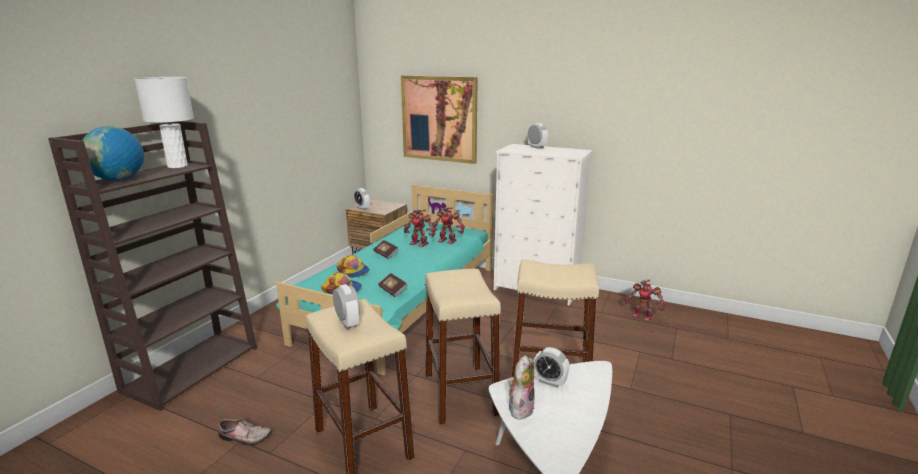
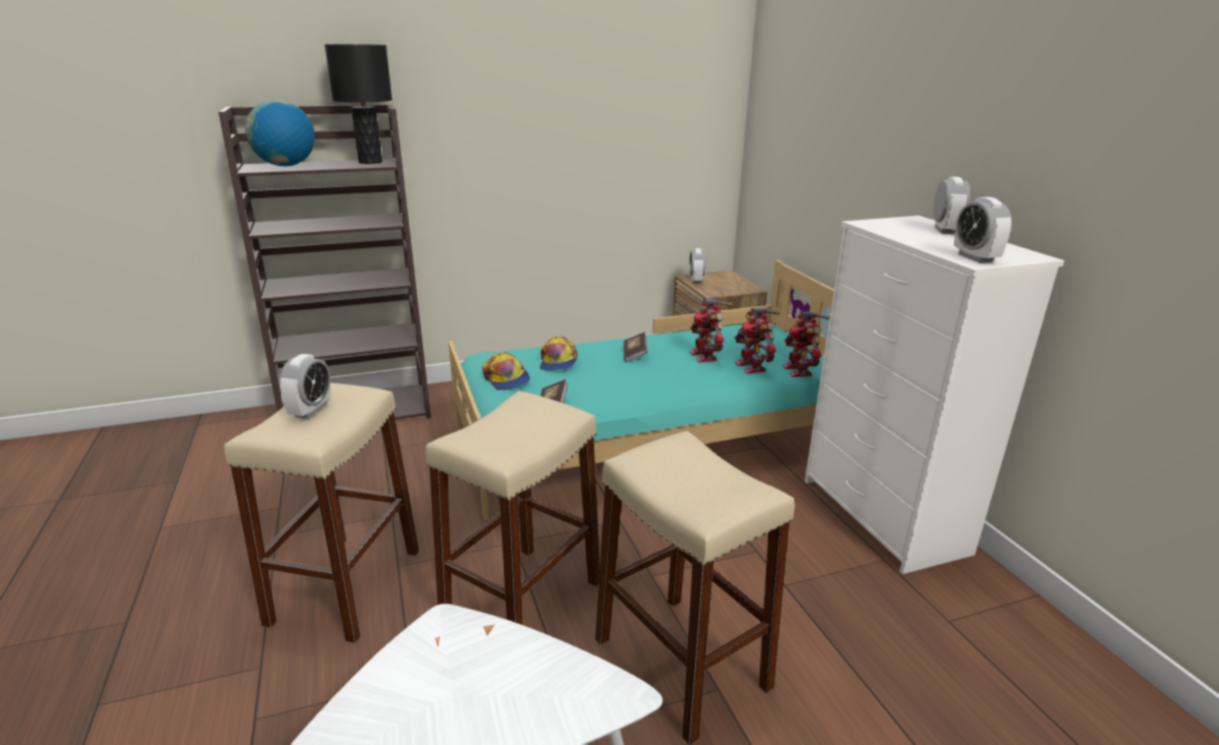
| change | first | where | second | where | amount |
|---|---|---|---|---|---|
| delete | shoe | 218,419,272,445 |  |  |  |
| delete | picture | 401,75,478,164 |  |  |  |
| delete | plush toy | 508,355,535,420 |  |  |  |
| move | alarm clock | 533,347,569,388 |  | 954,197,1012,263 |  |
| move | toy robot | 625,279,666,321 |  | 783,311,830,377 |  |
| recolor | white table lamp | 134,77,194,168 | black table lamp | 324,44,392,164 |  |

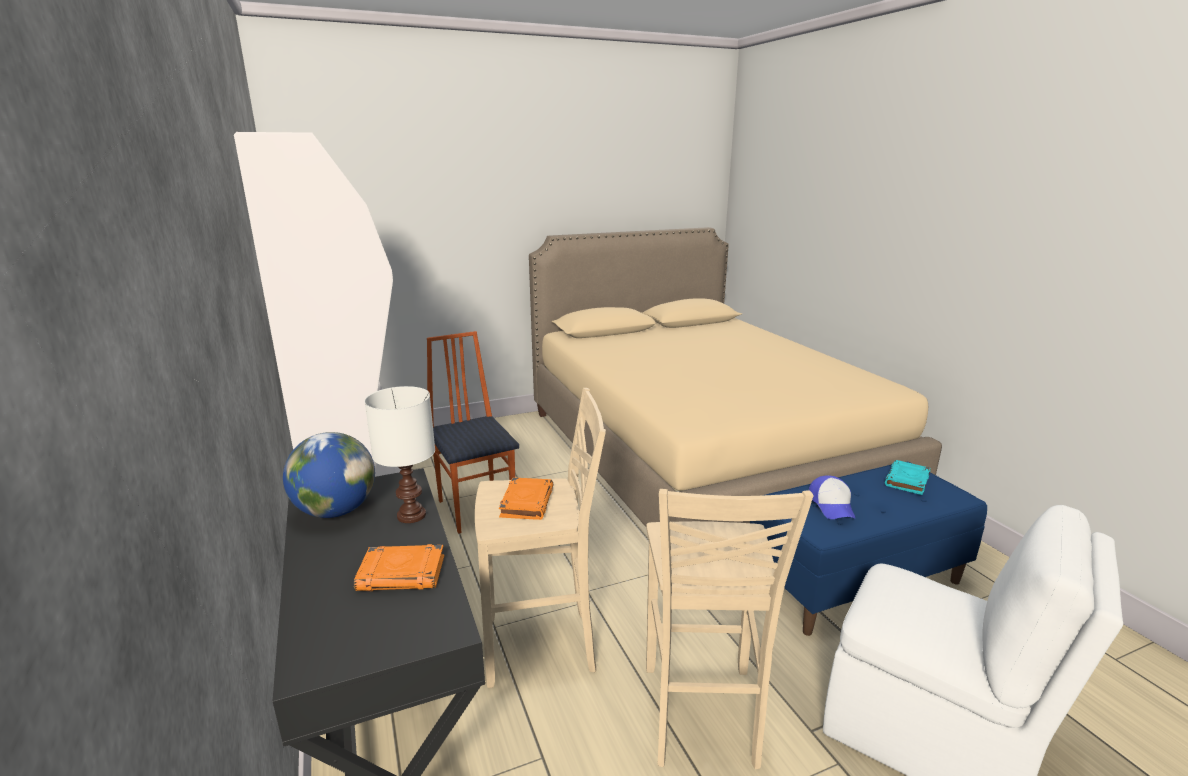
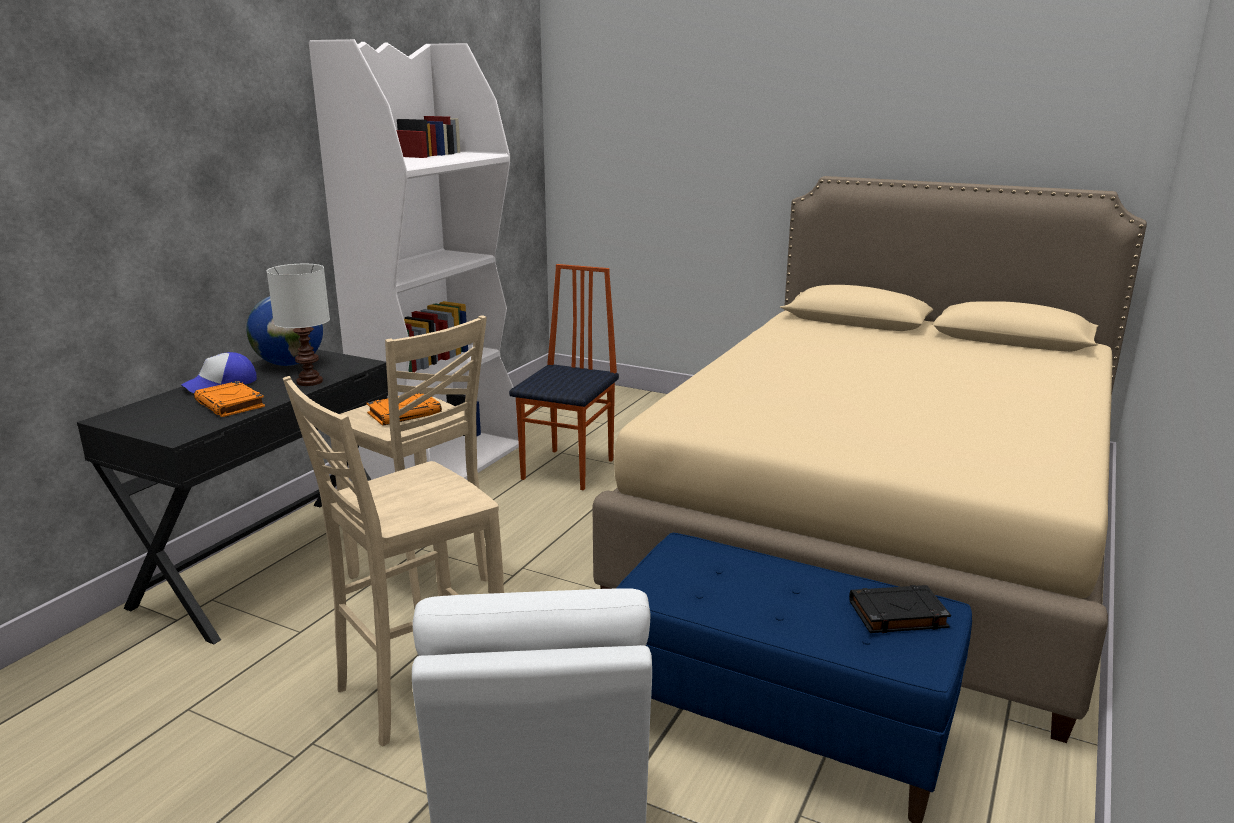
| change | first | where | second | where | amount |
|---|---|---|---|---|---|
| move | cap | 809,475,855,519 |  | 181,352,257,393 |  |
| recolor | turquoise book | 885,460,930,495 | black book | 849,585,951,633 |  |

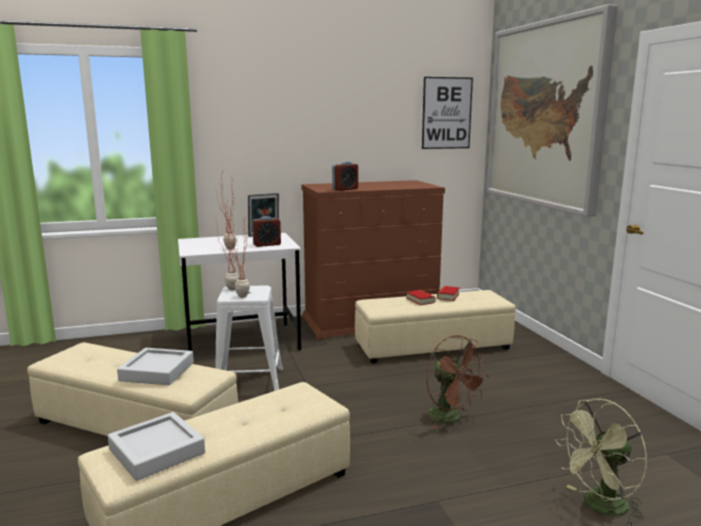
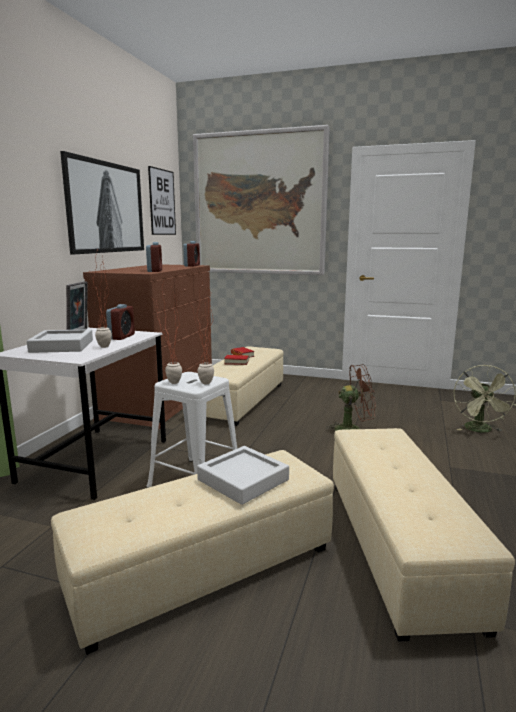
| change | first | where | second | where | amount |
|---|---|---|---|---|---|
| insert |  |  | picture | 60,151,144,255 |  |
| insert |  |  | alarm clock | 183,241,200,267 |  |
| move | grey tray | 108,412,205,481 |  | 27,329,93,353 |  |

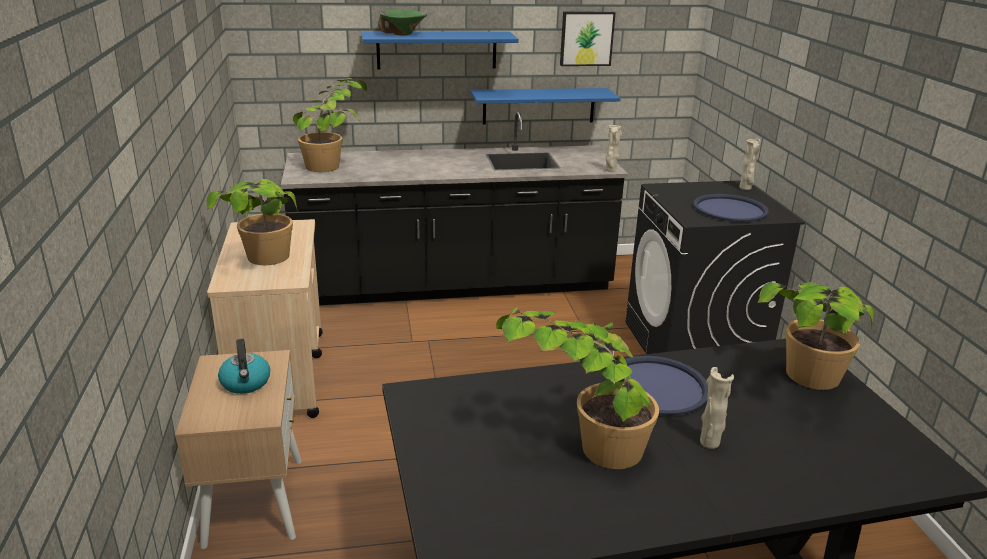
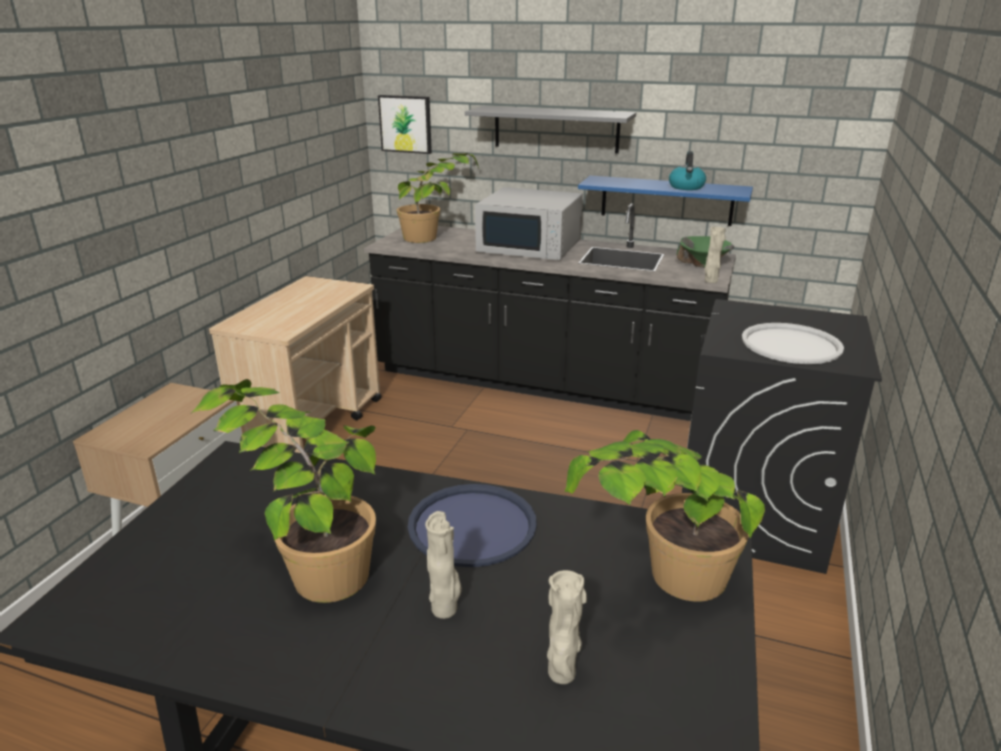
| change | first | where | second | where | amount |
|---|---|---|---|---|---|
| delete | potted plant | 207,179,298,265 |  |  |  |
| insert |  |  | white microwave | 475,187,583,260 |  |
| move | kettle | 218,339,270,394 |  | 669,151,706,190 |  |
| move | green bowl | 378,10,427,35 |  | 677,236,734,267 |  |
| move | picture | 560,12,616,66 |  | 378,95,432,154 |  |
| move | beige vase | 739,139,760,190 |  | 547,570,587,684 |  |
| recolor | blue shelf | 362,31,519,69 | grey shelf | 465,106,636,154 |  |
| recolor | blue tray | 694,194,769,222 | white tray | 742,323,844,364 |  |

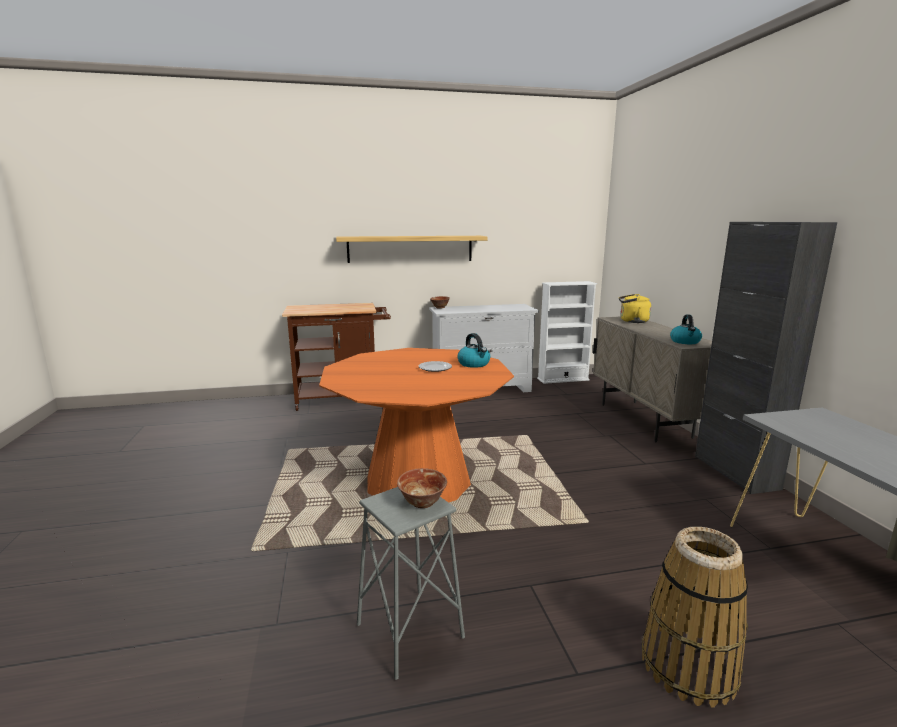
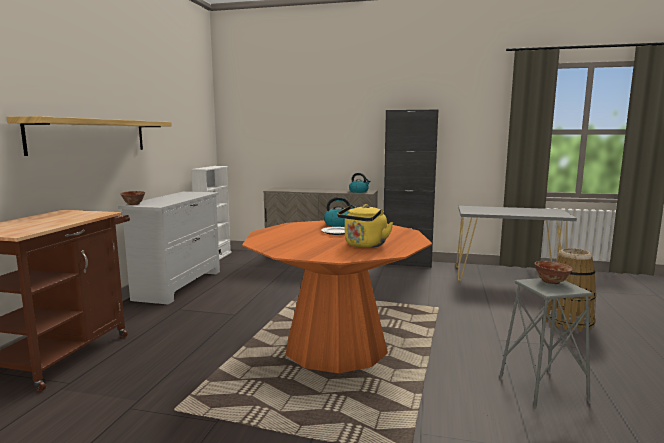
| change | first | where | second | where | amount |
|---|---|---|---|---|---|
| move | yellow kettle | 619,294,651,323 |  | 337,204,394,248 |  |

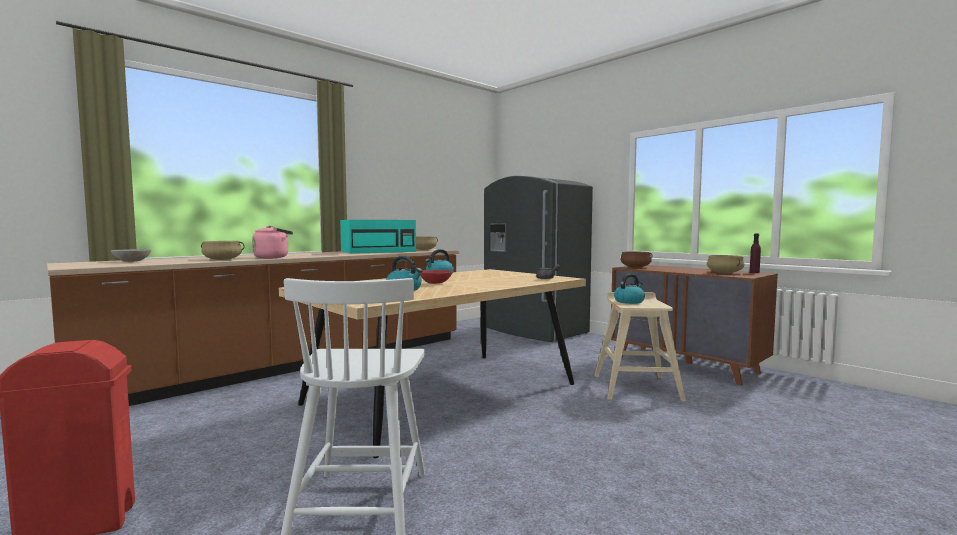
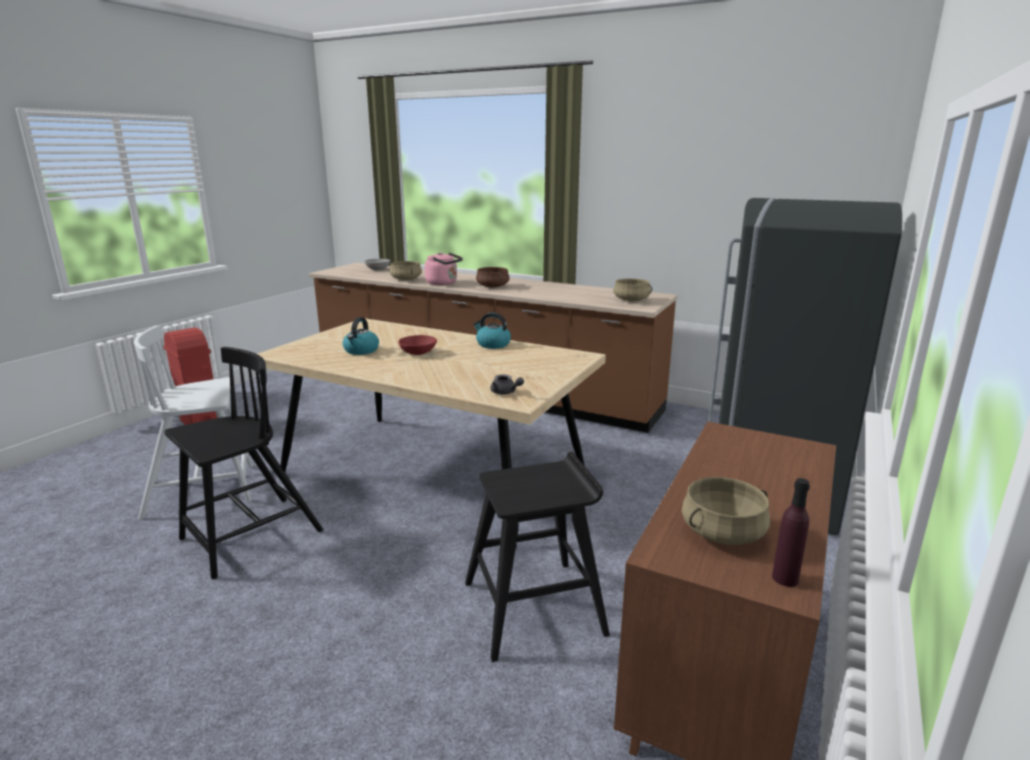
| change | first | where | second | where | amount |
|---|---|---|---|---|---|
| delete | turquoise microwave | 340,220,416,254 |  |  |  |
| delete | kettle | 614,274,645,304 |  |  |  |
| insert |  |  | black chair | 164,347,323,579 |  |
| move | brown cooking pot | 621,251,653,268 |  | 476,267,510,287 |  |
| recolor | beige stool | 594,292,686,401 | black stool | 465,451,610,662 |  |

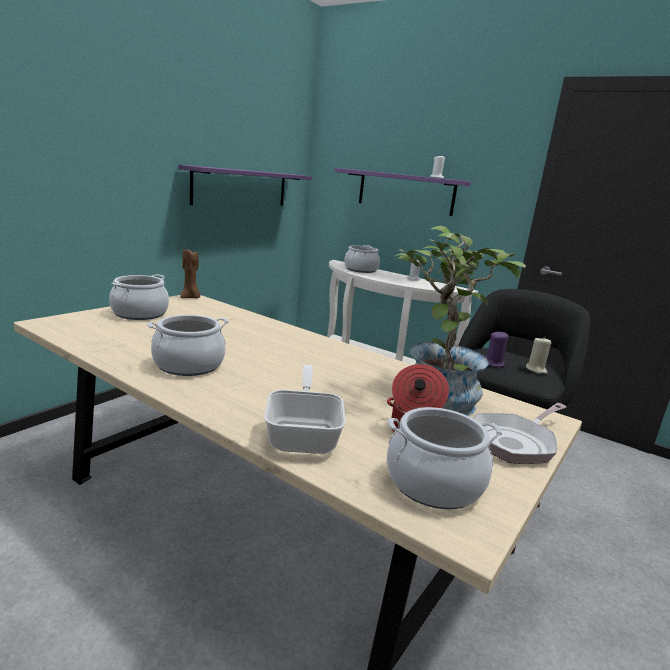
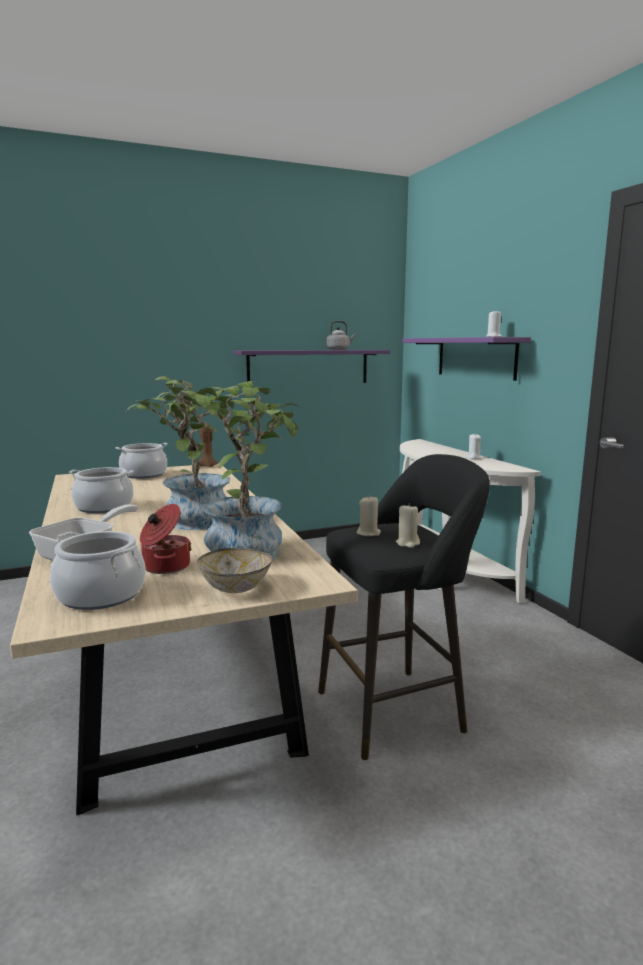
| change | first | where | second | where | amount |
|---|---|---|---|---|---|
| delete | cooking pot | 344,245,380,273 |  |  |  |
| insert |  |  | potted plant | 126,376,238,530 |  |
| insert |  |  | grey kettle | 327,321,356,350 |  |
| replace | frying pan | 473,403,567,464 | bowl | 197,548,272,593 |  |
| recolor | purple candle | 485,331,508,367 | beige candle | 357,495,381,536 |  |

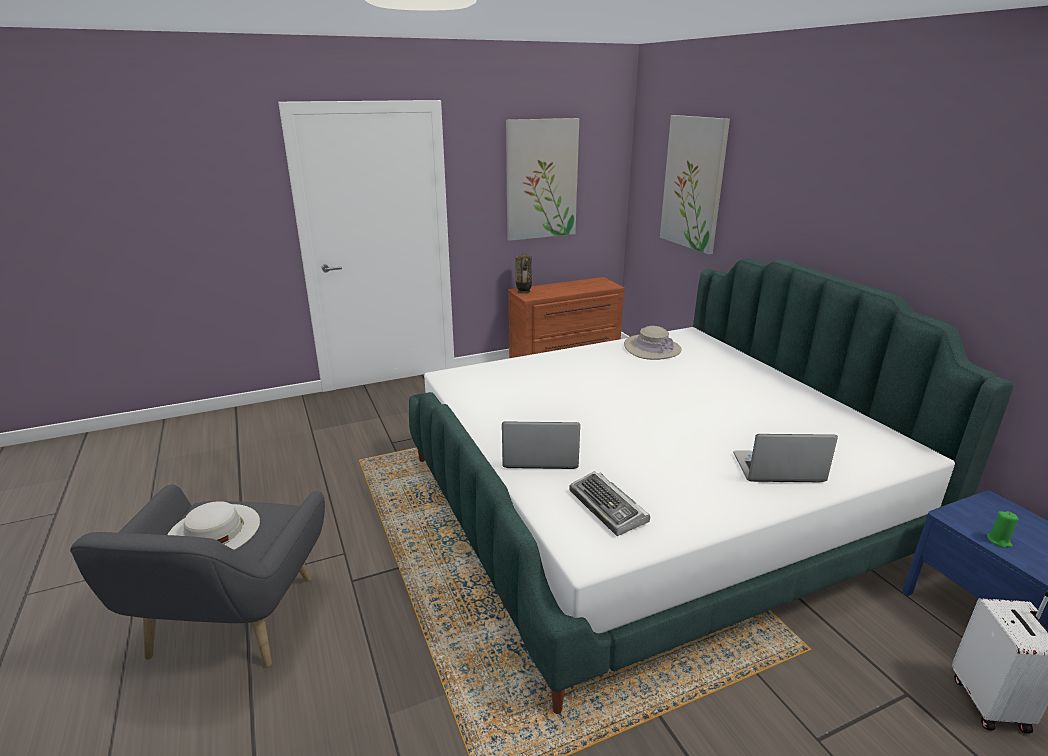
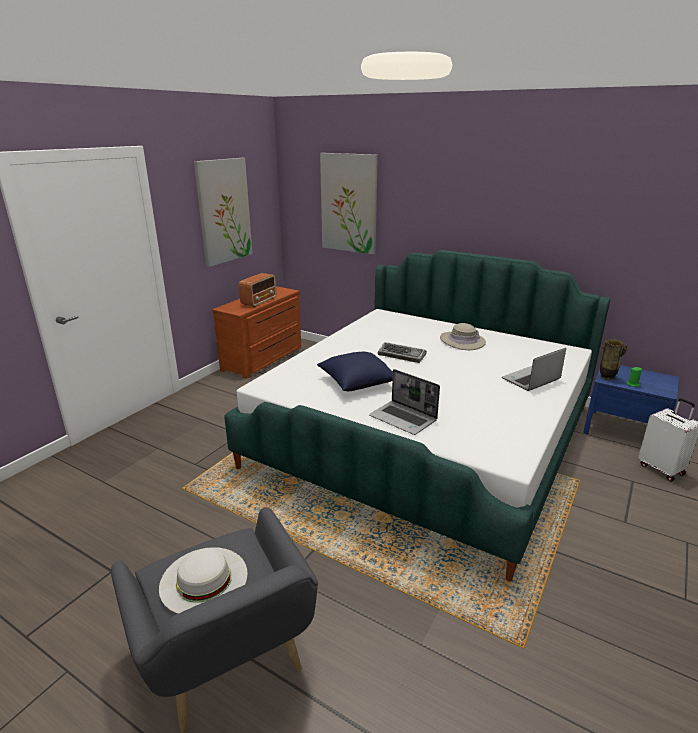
| change | first | where | second | where | amount |
|---|---|---|---|---|---|
| insert |  |  | radio | 239,273,276,307 |  |
| insert |  |  | blue pillow | 317,352,393,391 |  |
| move | vase | 515,255,532,294 |  | 600,339,627,380 |  |
| move | keyboard | 569,471,650,536 |  | 378,342,427,363 |  |
| move | beige hat | 624,326,681,360 |  | 440,323,486,350 |  |
| rotate | laptop | 502,421,580,469 |  | 369,369,440,435 | 105 degrees counterclockwise |

